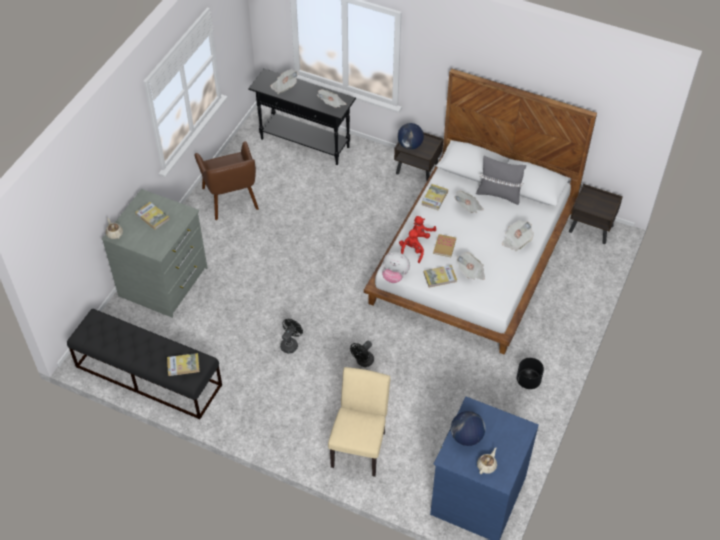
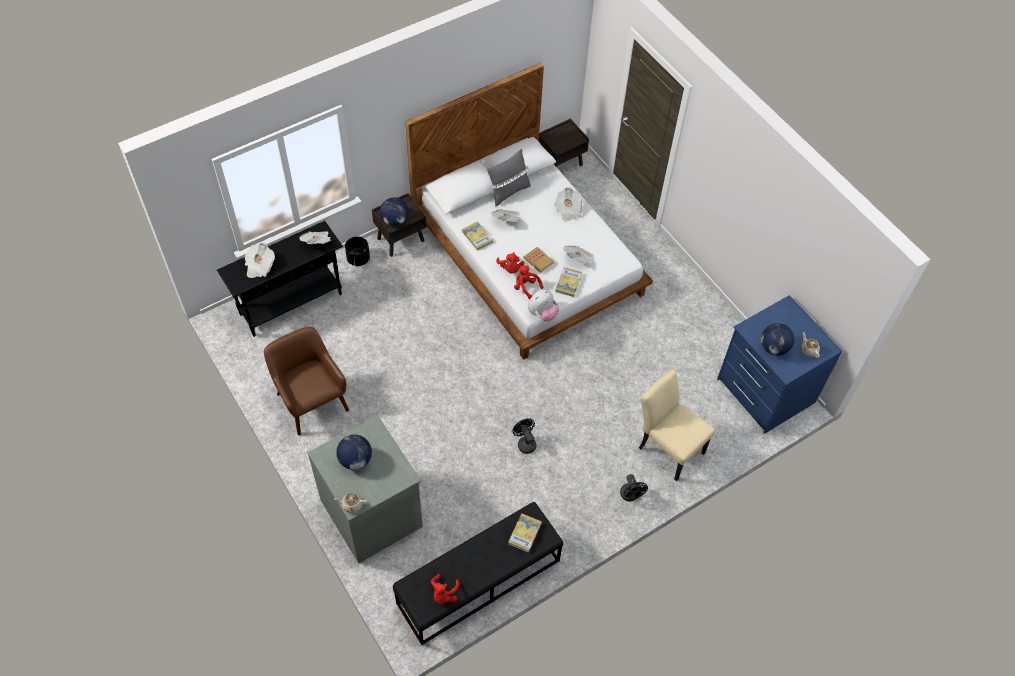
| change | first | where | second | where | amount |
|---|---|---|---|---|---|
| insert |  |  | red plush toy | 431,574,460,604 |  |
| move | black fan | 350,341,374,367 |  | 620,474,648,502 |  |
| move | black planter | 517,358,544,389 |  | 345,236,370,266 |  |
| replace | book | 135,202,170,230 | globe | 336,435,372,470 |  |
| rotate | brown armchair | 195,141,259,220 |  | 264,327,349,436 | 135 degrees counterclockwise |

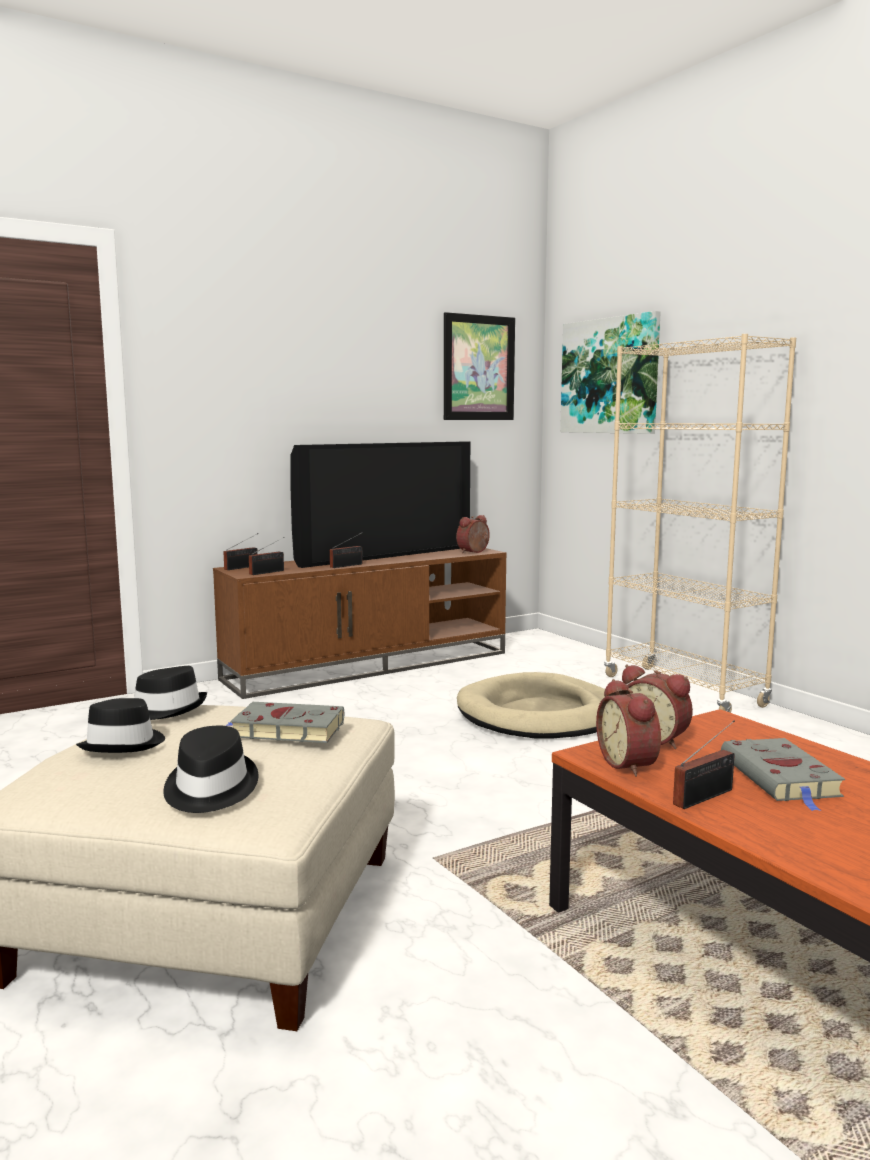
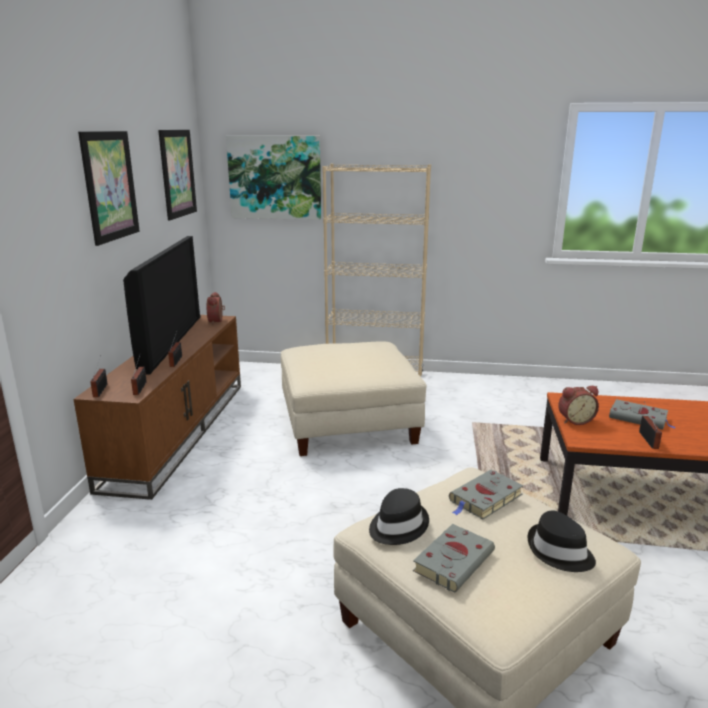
| change | first | where | second | where | amount |
|---|---|---|---|---|---|
| delete | alarm clock | 596,679,661,777 |  |  |  |
| insert |  |  | picture | 78,131,140,246 |  |
| replace | black hat | 76,698,165,753 | grey book | 413,524,495,592 |  |
| replace | beige dog bed | 457,672,605,739 | beige ottoman | 281,341,426,456 |  |

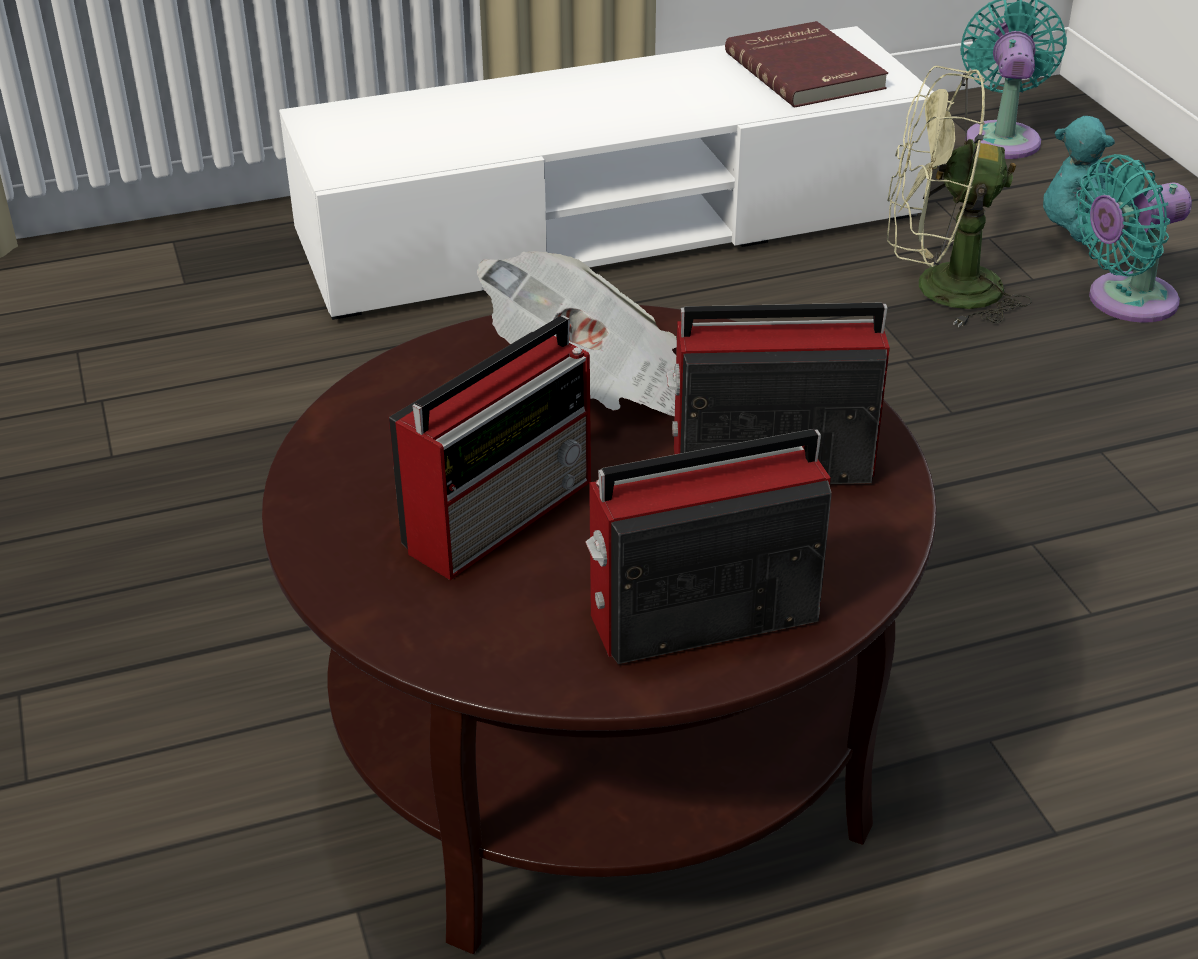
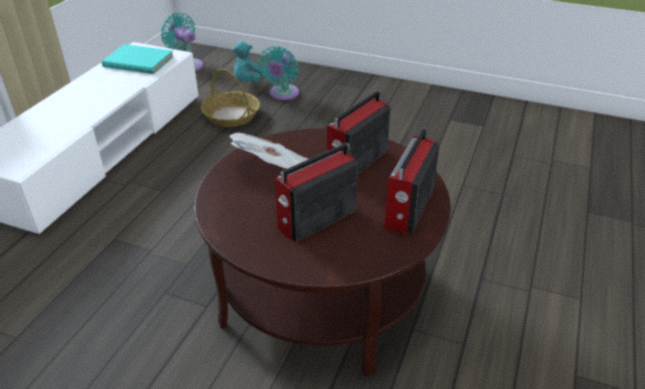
| change | first | where | second | where | amount |
|---|---|---|---|---|---|
| replace | green fan | 887,66,1032,327 | basket | 201,69,260,127 |  |
| recolor | red book | 725,21,888,108 | turquoise book | 102,44,174,74 |  |
| rotate | radio | 389,315,591,580 |  | 275,143,358,242 | 120 degrees counterclockwise |

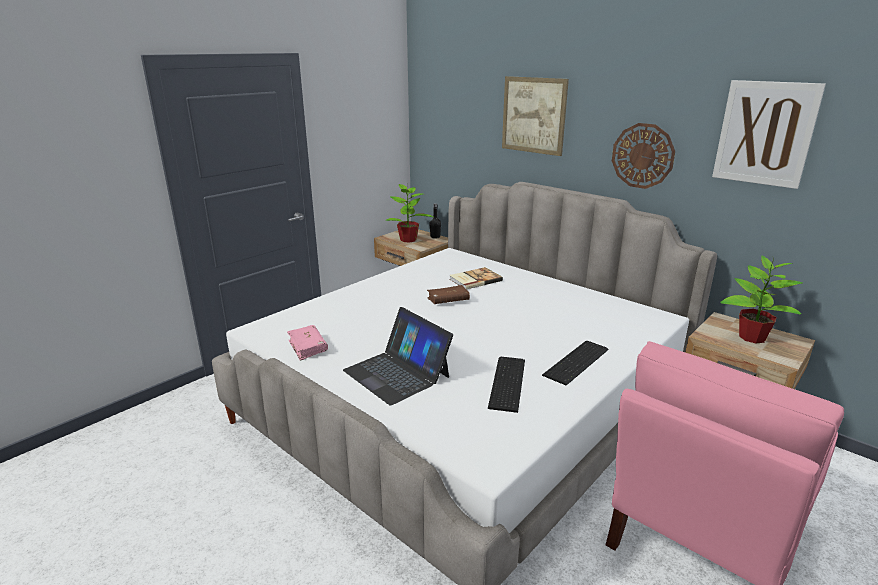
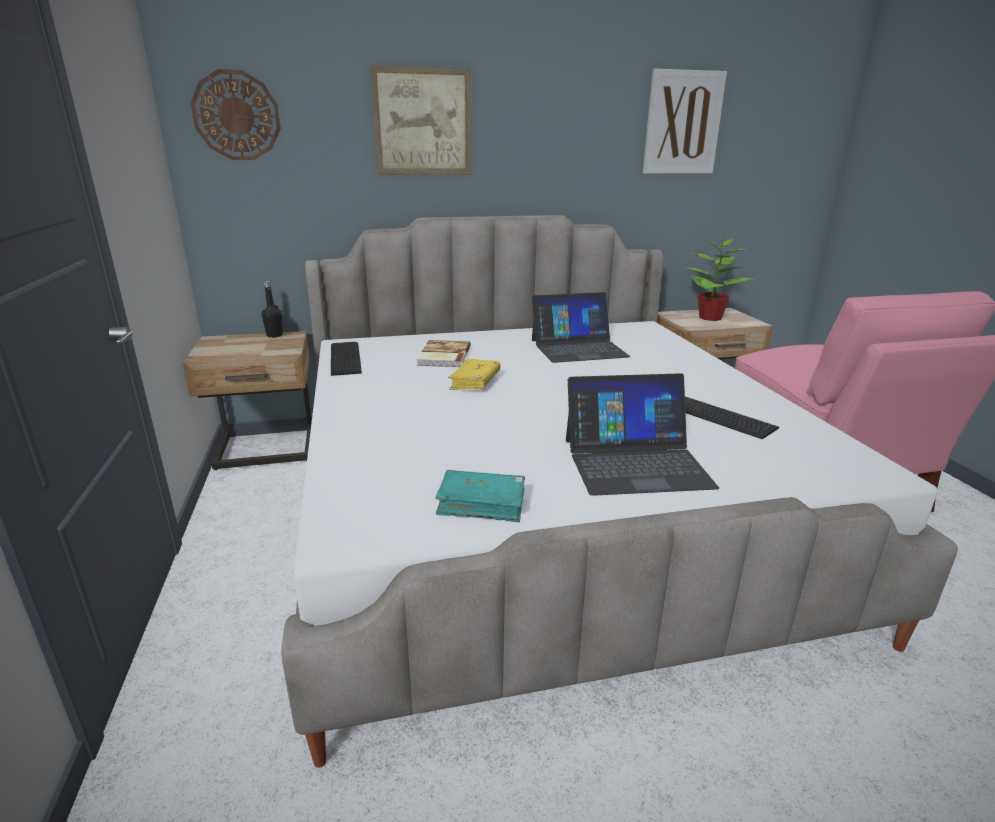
| change | first | where | second | where | amount |
|---|---|---|---|---|---|
| delete | potted plant | 386,184,433,243 |  |  |  |
| insert |  |  | laptop | 532,292,630,363 |  |
| move | keyboard | 542,341,609,385 |  | 331,342,362,376 |  |
| move | wall clock | 612,123,675,189 |  | 191,69,281,160 |  |
| recolor | pink book | 287,325,328,361 | turquoise book | 435,470,525,522 |  |
| recolor | brown book | 427,285,470,304 | yellow book | 448,359,501,390 |  |

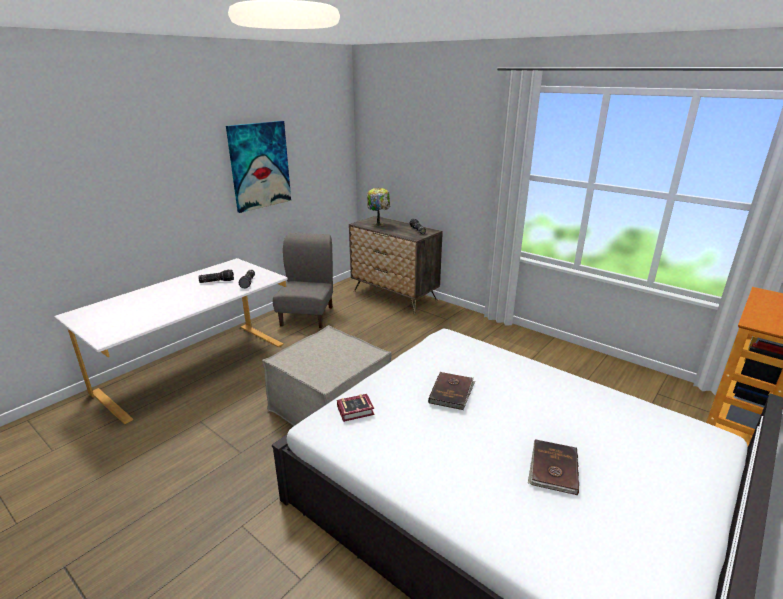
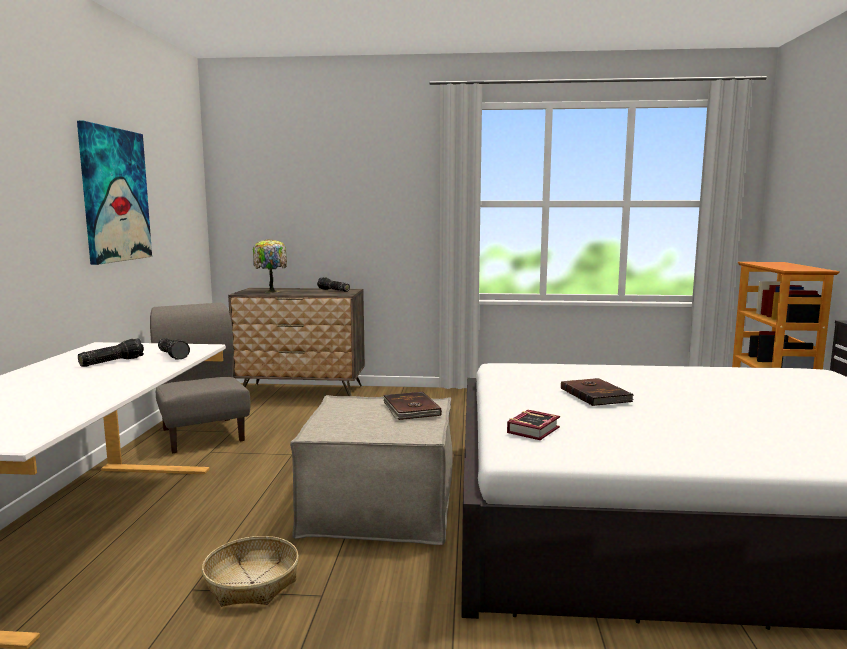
| change | first | where | second | where | amount |
|---|---|---|---|---|---|
| insert |  |  | basket | 202,536,299,606 |  |
| move | brown book | 528,439,579,495 |  | 383,391,442,420 |  |

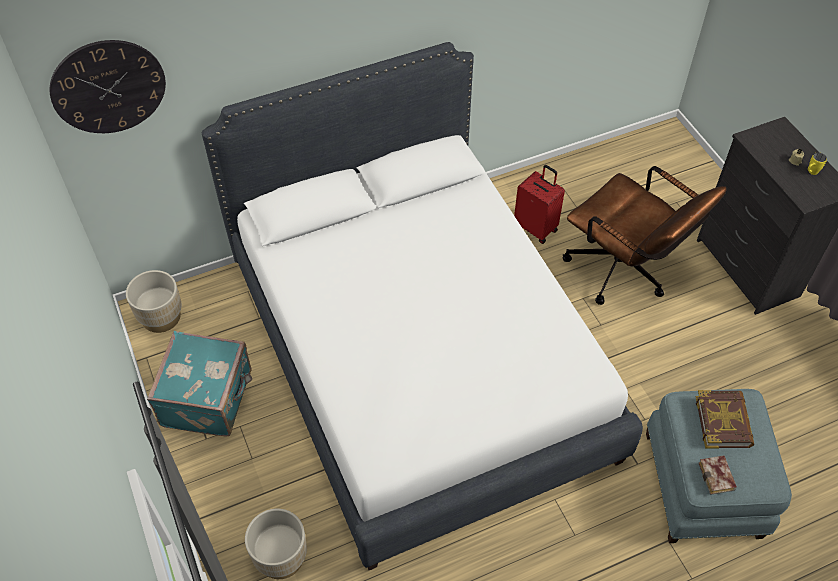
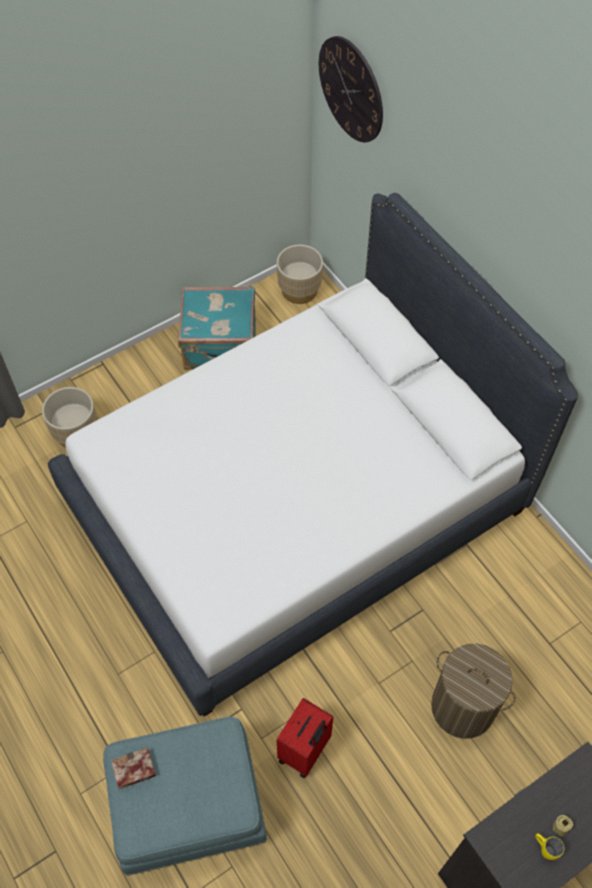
| change | first | where | second | where | amount |
|---|---|---|---|---|---|
| delete | book | 696,390,754,448 |  |  |  |
| move | red suitcase | 514,165,565,244 |  | 277,698,333,778 |  |
| replace | brown office chair | 563,166,727,305 | laundry basket | 431,644,516,739 |  |

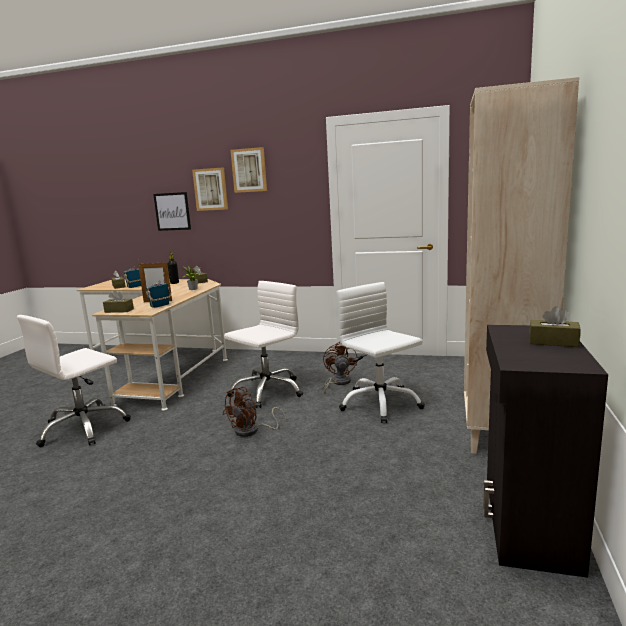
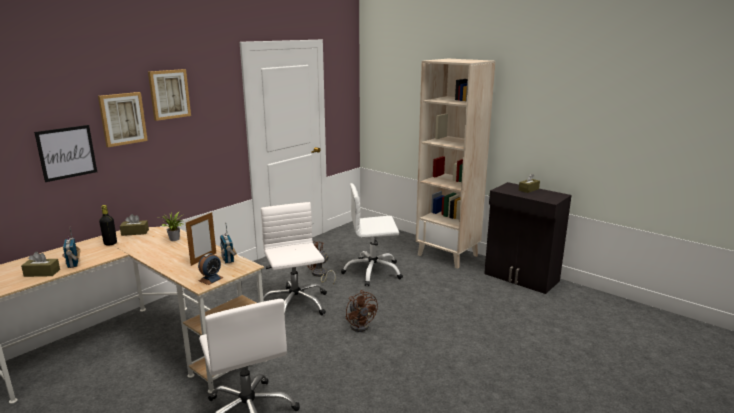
| change | first | where | second | where | amount |
|---|---|---|---|---|---|
| replace | brown tissue box | 103,290,134,313 | alarm clock | 198,253,224,285 |  |

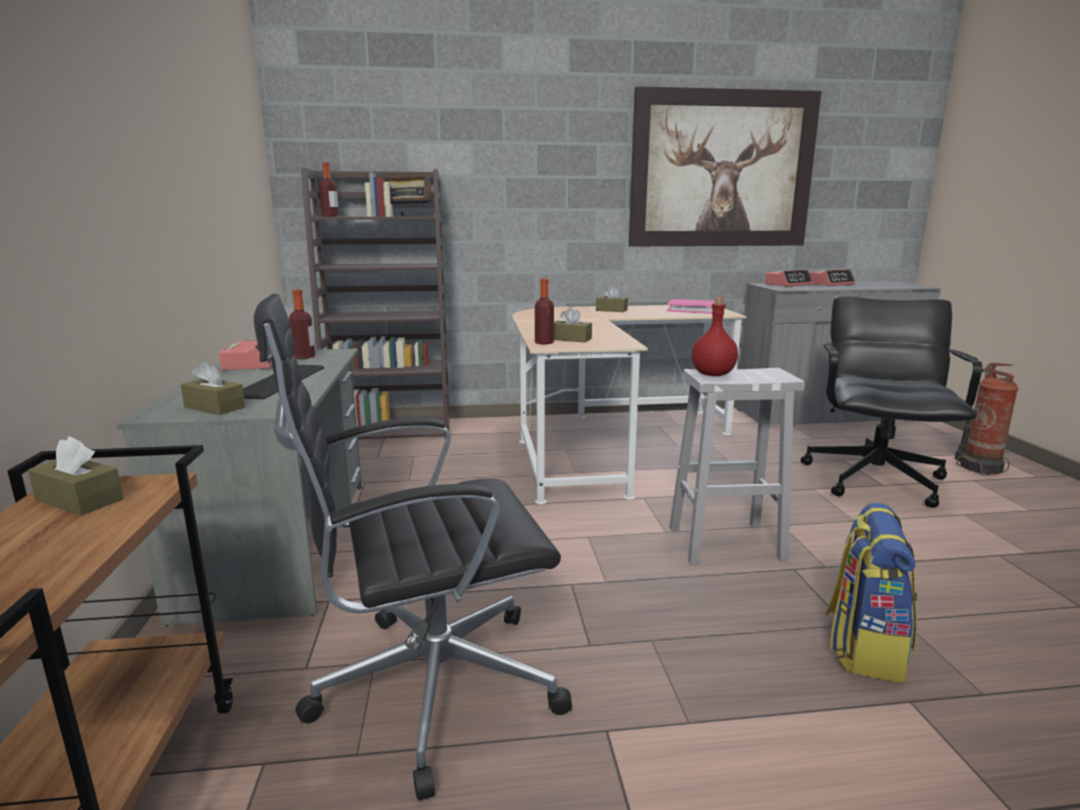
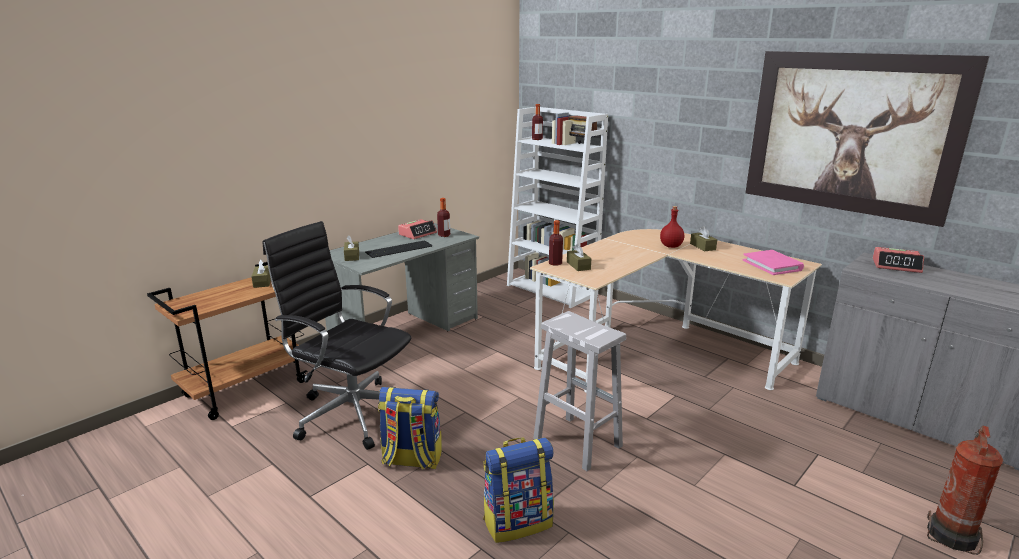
| change | first | where | second | where | amount |
|---|---|---|---|---|---|
| delete | black office chair | 801,296,982,508 |  |  |  |
| delete | alarm clock | 809,269,855,286 |  |  |  |
| insert |  |  | backpack | 378,387,442,470 |  |
| move | red bottle | 692,298,738,376 |  | 660,206,684,248 |  |
| recolor | brown bookcase | 301,168,450,439 | white bookcase | 507,107,608,308 |  |

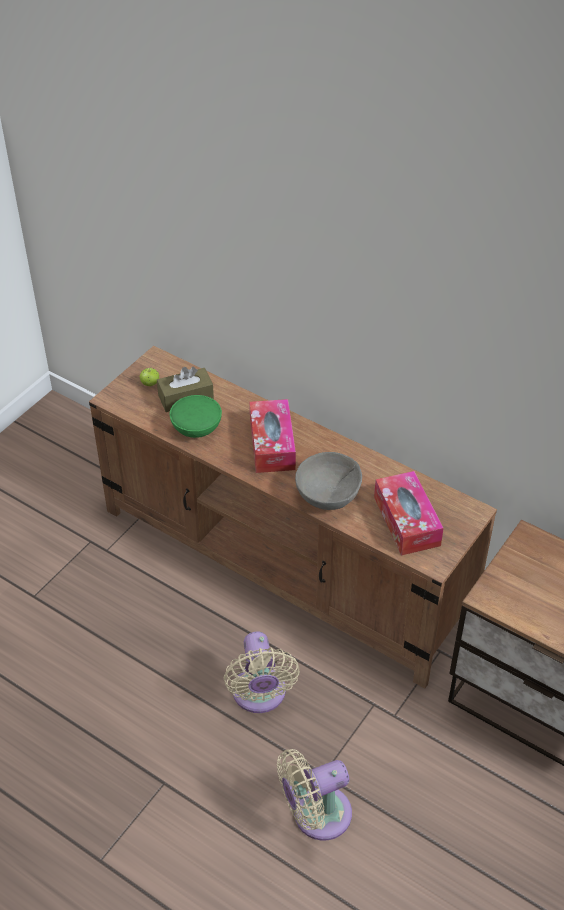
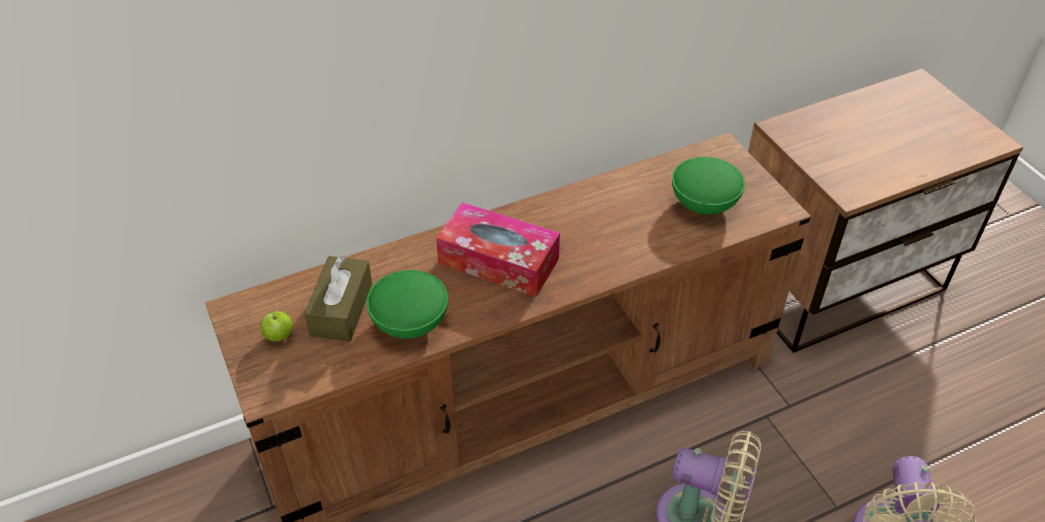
| change | first | where | second | where | amount |
|---|---|---|---|---|---|
| delete | grey bowl | 295,452,362,510 |  |  |  |
| replace | tissue box | 374,471,444,555 | green bowl | 672,157,745,215 |  |

